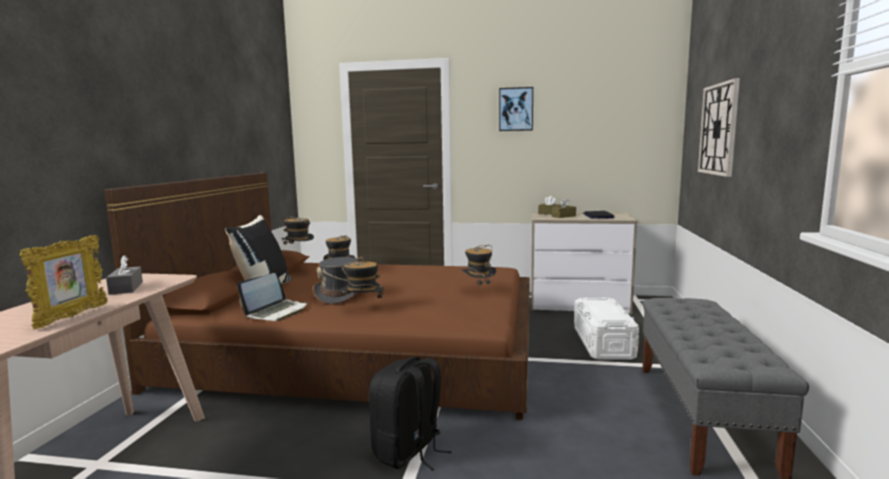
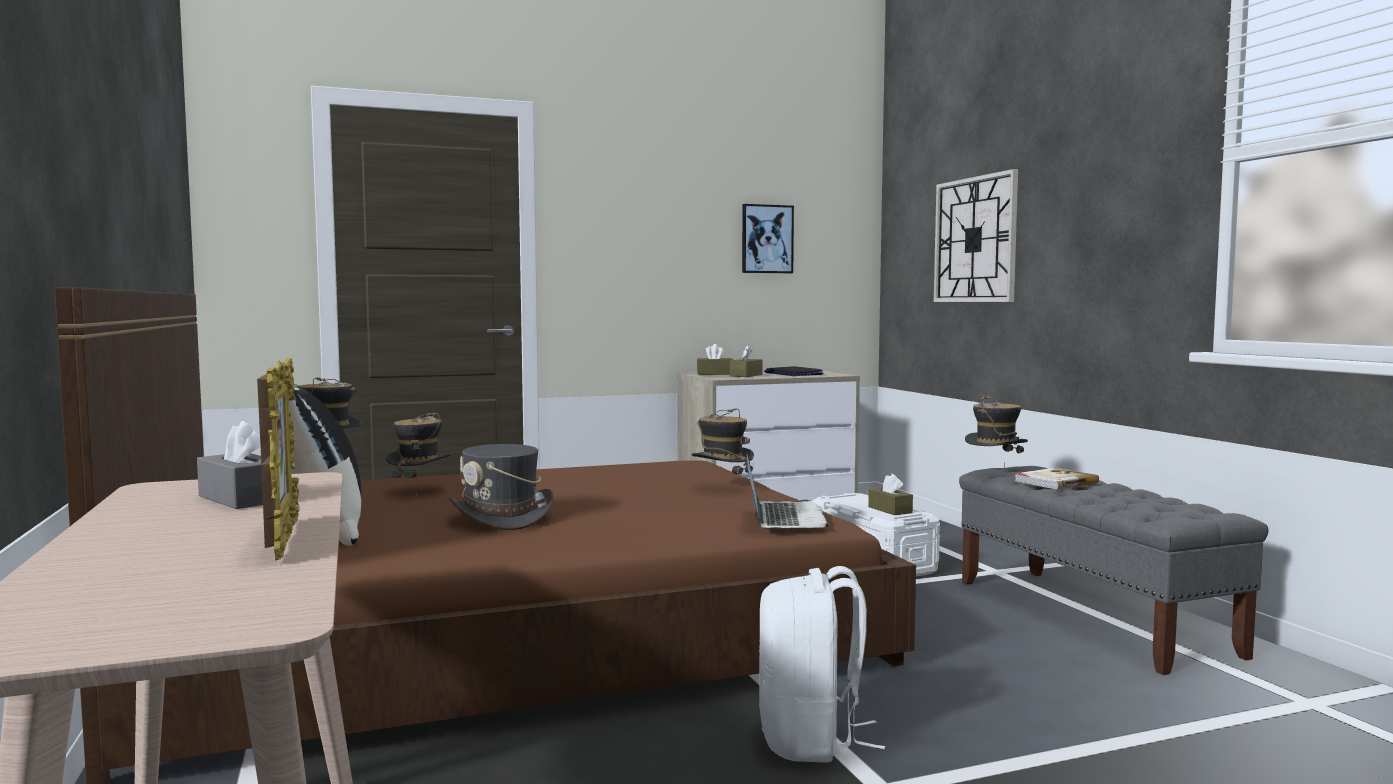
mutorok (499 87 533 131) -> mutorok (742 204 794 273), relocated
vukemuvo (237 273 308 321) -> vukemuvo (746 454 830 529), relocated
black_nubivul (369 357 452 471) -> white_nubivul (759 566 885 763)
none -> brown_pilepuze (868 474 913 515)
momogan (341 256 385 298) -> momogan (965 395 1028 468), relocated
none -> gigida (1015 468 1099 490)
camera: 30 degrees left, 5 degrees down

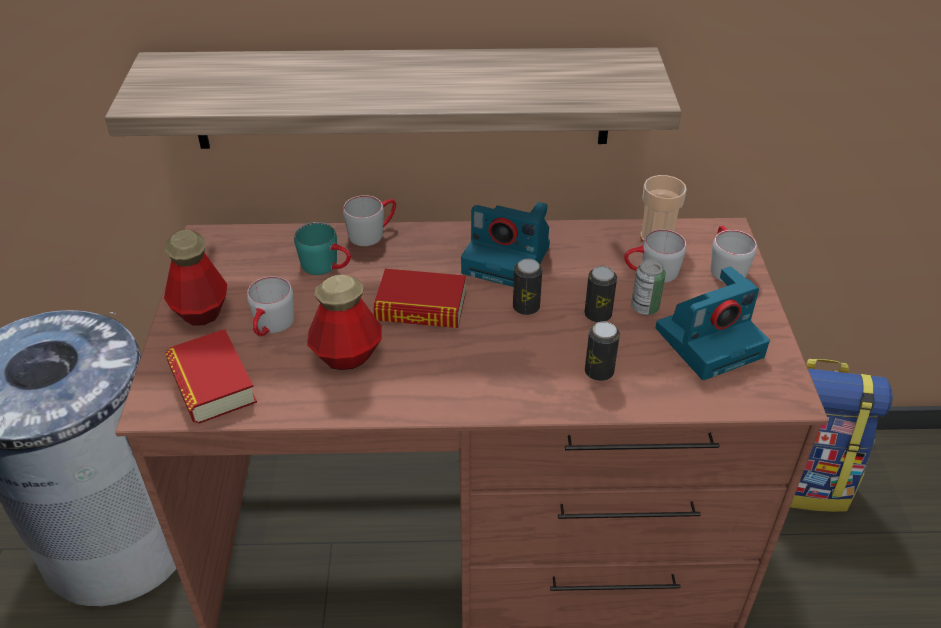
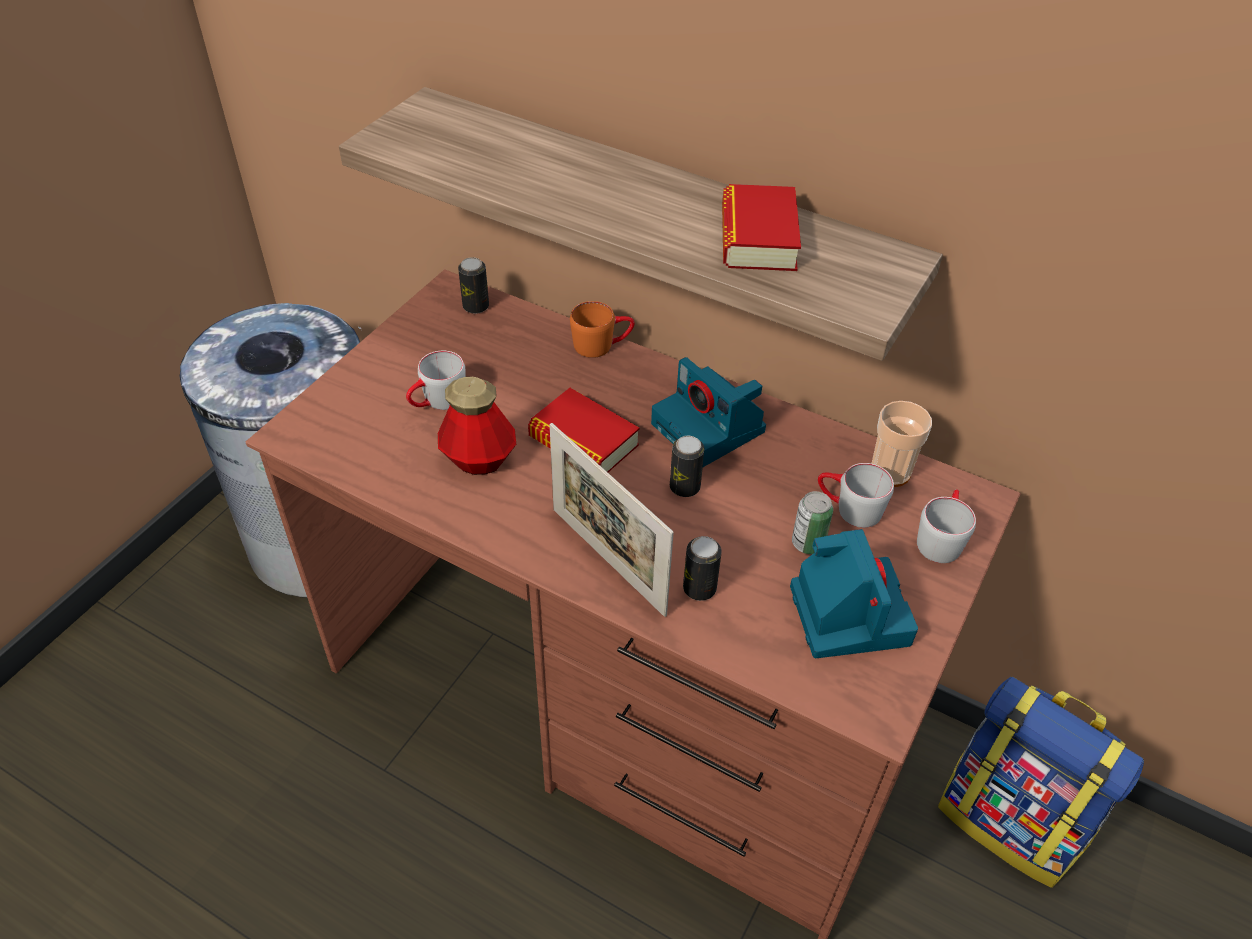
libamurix (584 266 617 323) -> libamurix (458 257 489 314), relocated
none -> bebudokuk (550 423 674 617)
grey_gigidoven (343 195 396 246) -> orange_gigidoven (570 301 635 358)
gigida (165 329 257 424) -> gigida (722 184 801 271), relocated
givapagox (656 267 770 380) -> givapagox (790 529 918 658), 105 degrees counterclockwise
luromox (164 230 227 326) -> none
turquoise_gigidoven (294 222 351 275) -> none
camera: 30 degrees right, 5 degrees up

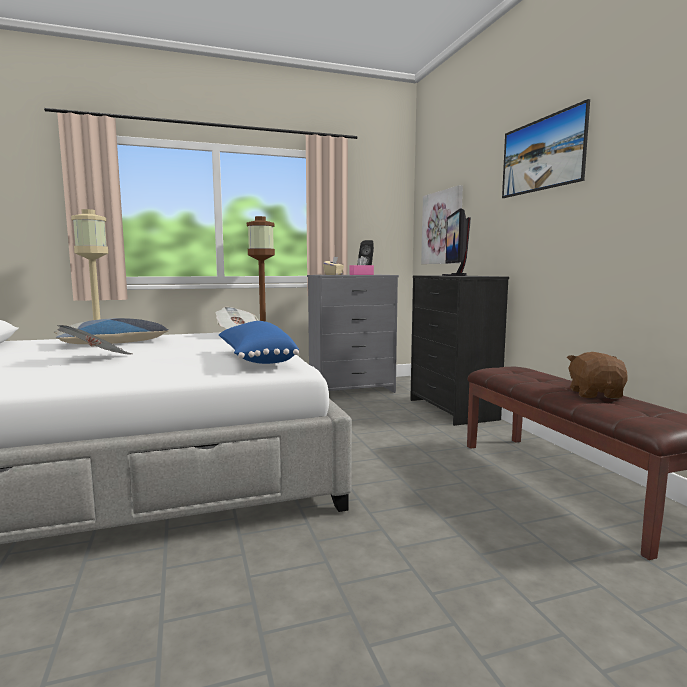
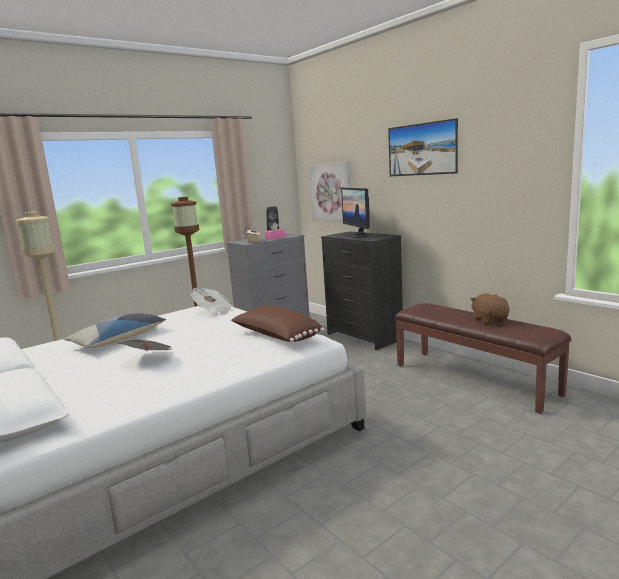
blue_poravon (219 321 299 364) -> brown_poravon (231 305 324 342)
camera: 20 degrees left, 5 degrees up

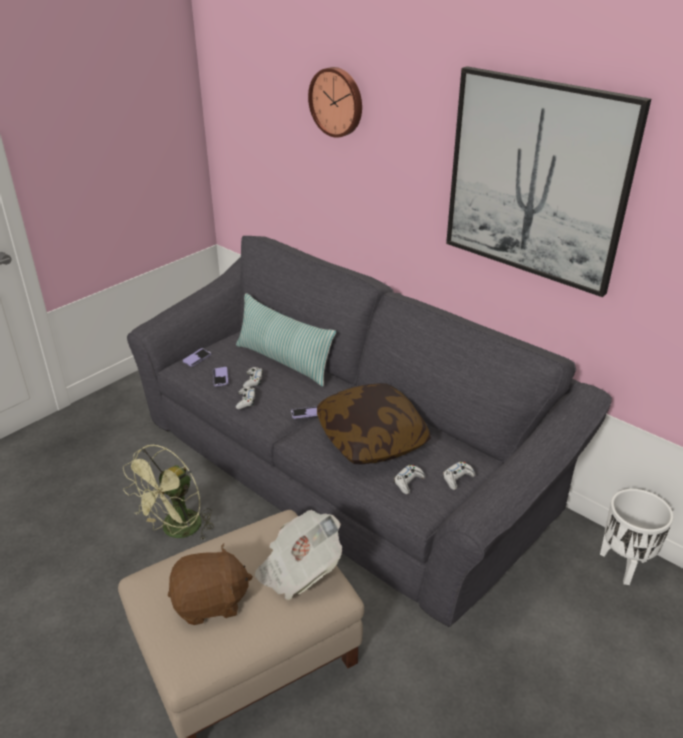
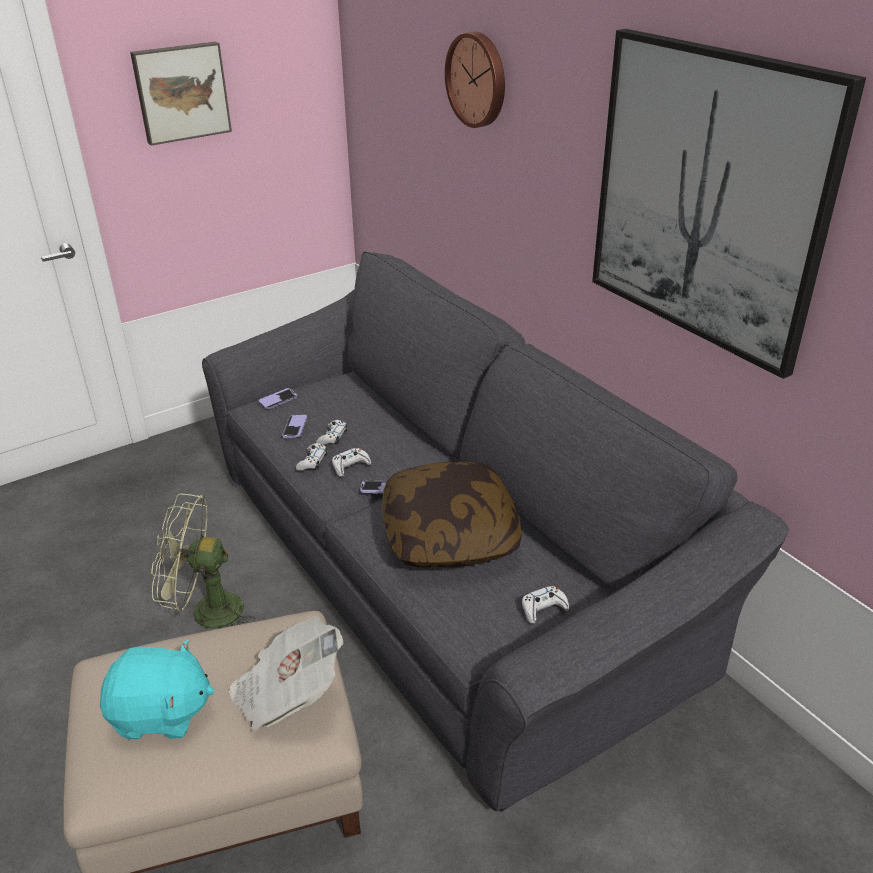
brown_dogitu (168 543 253 625) -> turquoise_dogitu (100 640 214 739)
none -> mutorok (130 42 232 146)
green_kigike (123 445 214 541) -> green_kigike (151 494 256 628), 45 degrees clockwise
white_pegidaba (394 465 425 494) -> white_pegidaba (332 448 371 477), relocated
poravon (236 293 336 387) -> none
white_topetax (600 489 674 585) -> none
camera: 15 degrees right, 0 degrees up

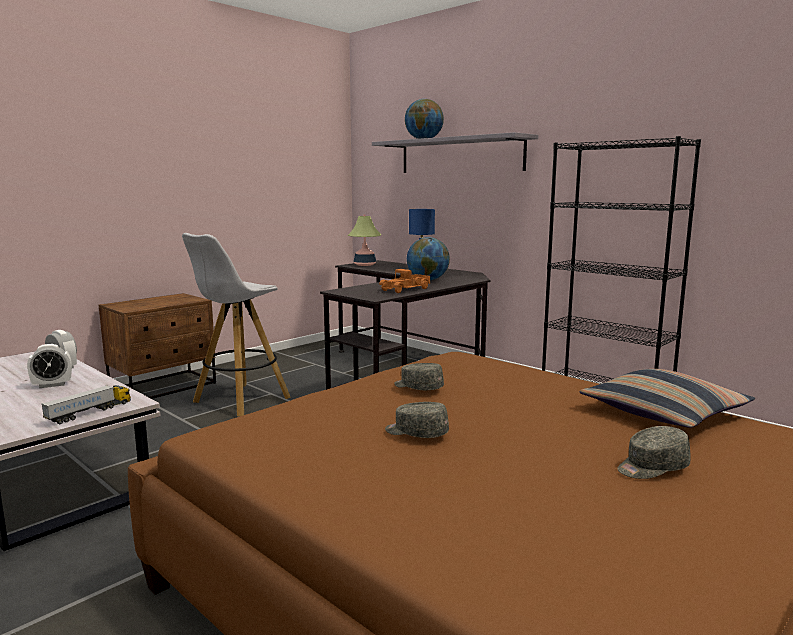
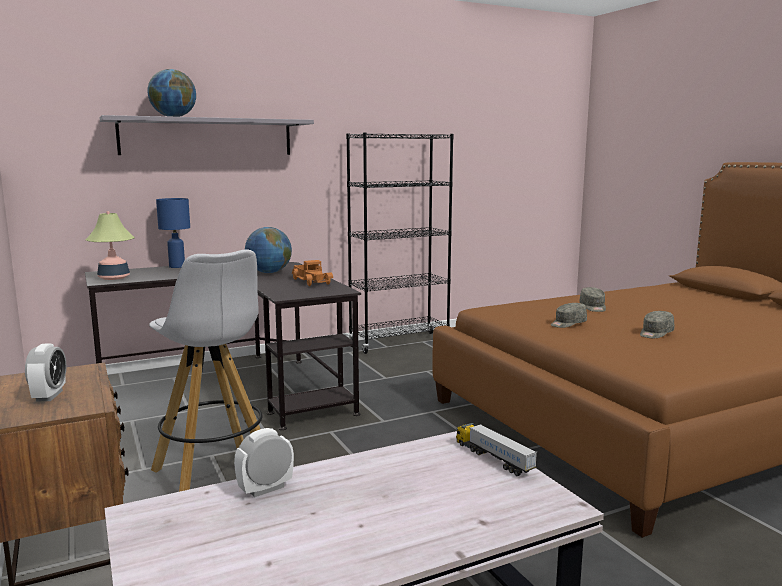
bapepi (27 344 72 388) -> bapepi (25 344 66 402), relocated
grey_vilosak (617 426 691 479) -> grey_vilosak (579 287 606 312), relocated
poravon (580 369 755 428) -> none
camera: 70 degrees left, 0 degrees up

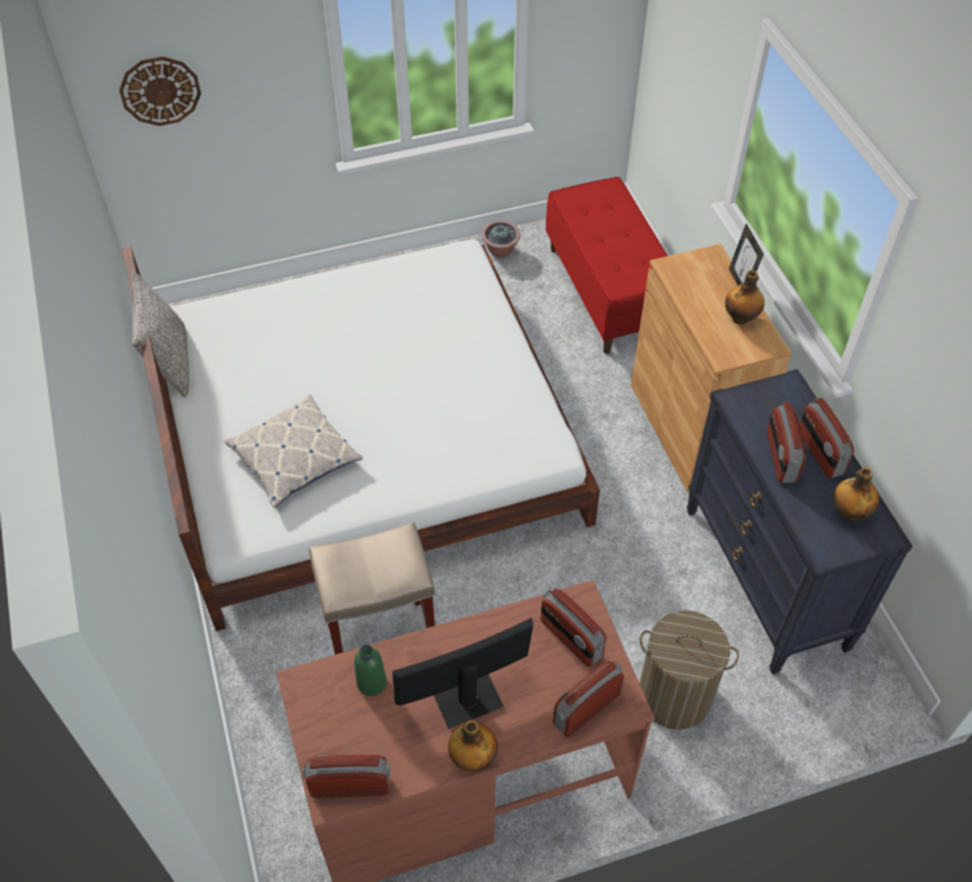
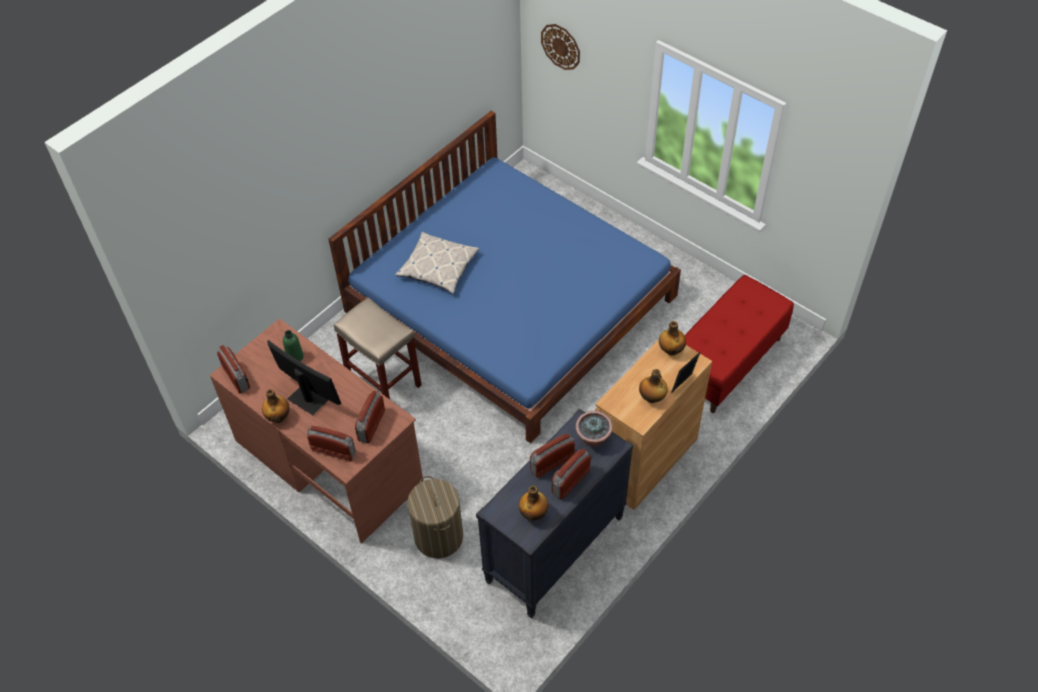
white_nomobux (122 239 600 631) -> blue_nomobux (328 111 681 443)
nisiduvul (482 221 520 258) -> nisiduvul (576 411 613 446), relocated
none -> luromox (659 321 686 356)
grey_poravon (131 270 189 397) -> none
camera: 60 degrees right, 0 degrees up

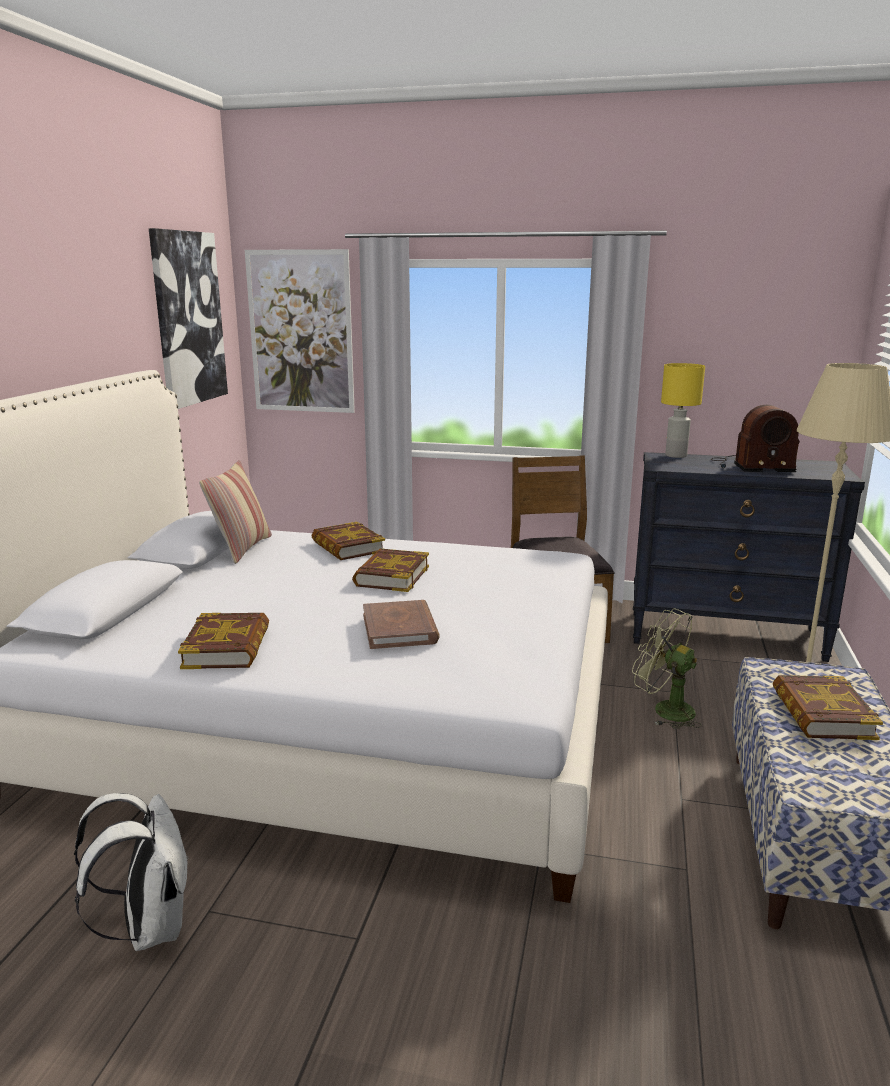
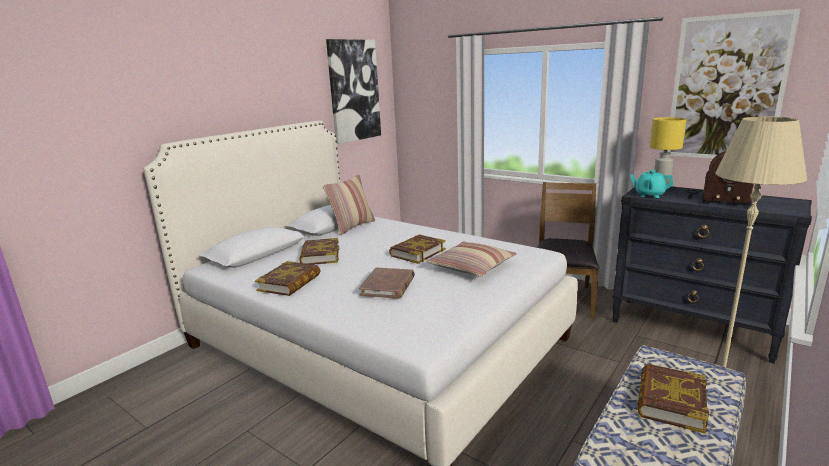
gigida (312 522 385 560) -> gigida (299 238 339 265), relocated
none -> poravon (426 241 517 277)
none -> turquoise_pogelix (630 170 674 198)
mutorok (245 249 355 413) -> mutorok (667 8 801 159), relocated
white_nubivul (74 793 188 951) -> none
green_kigike (632 609 702 729) -> none
camera: 25 degrees right, 0 degrees up

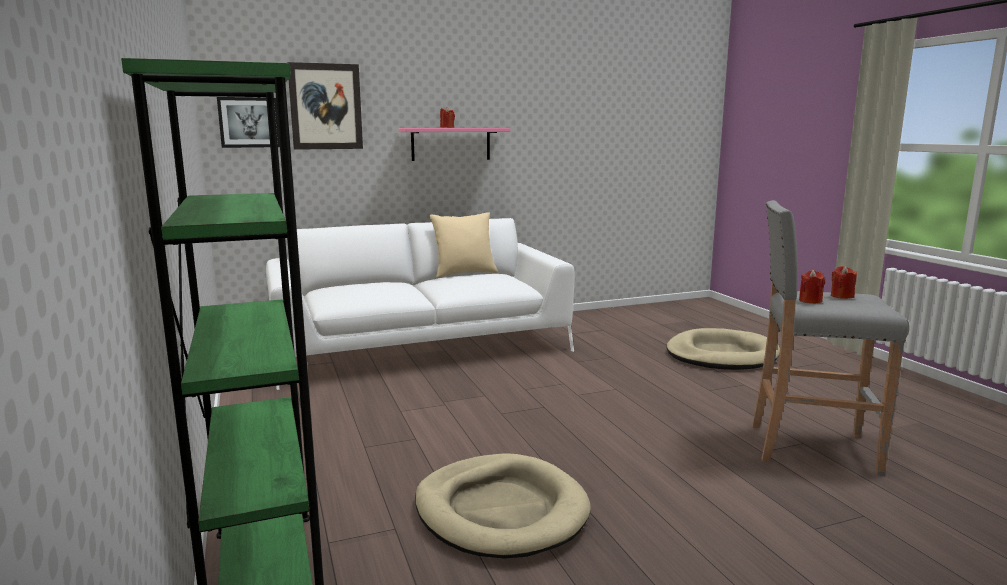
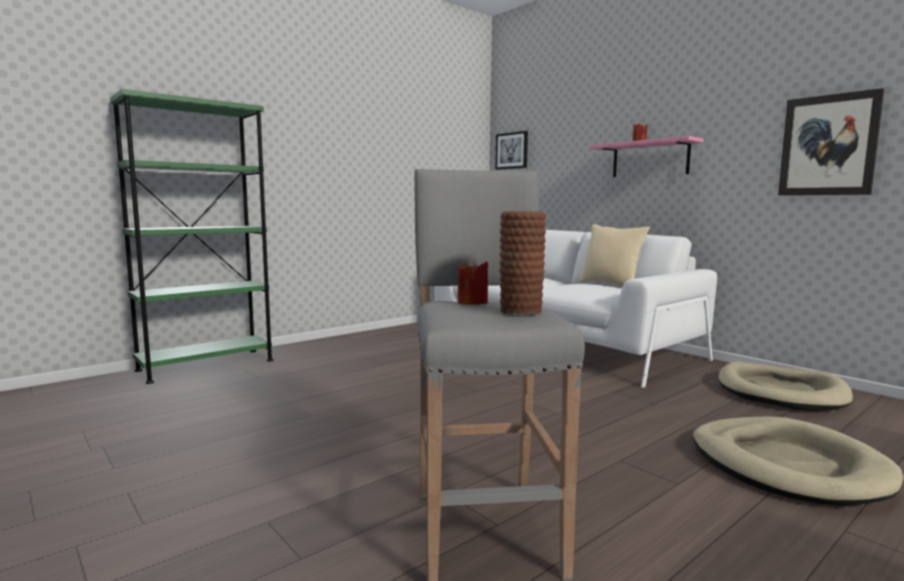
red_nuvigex (831 266 857 299) -> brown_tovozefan (499 211 546 316)
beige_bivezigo (415 453 591 559) -> beige_bivezigo (718 361 853 411), relocated
mutorok (287 62 363 150) -> mutorok (778 88 885 195), relocated
camera: 70 degrees right, 5 degrees down

